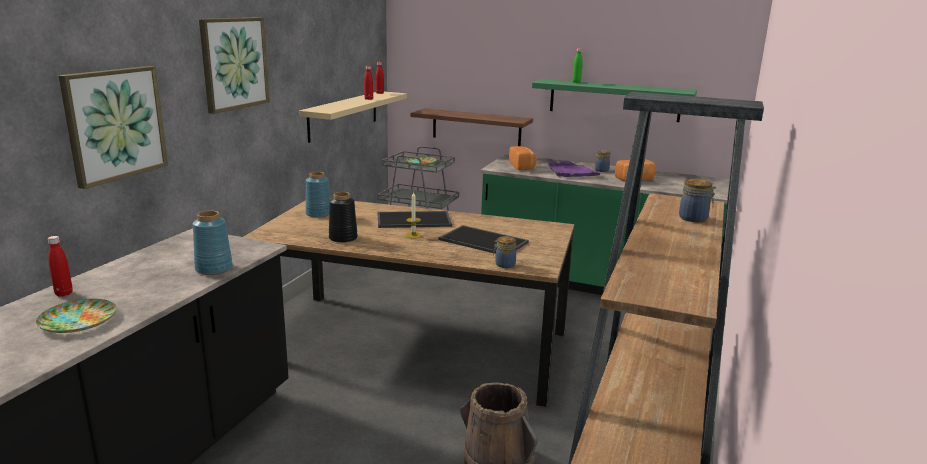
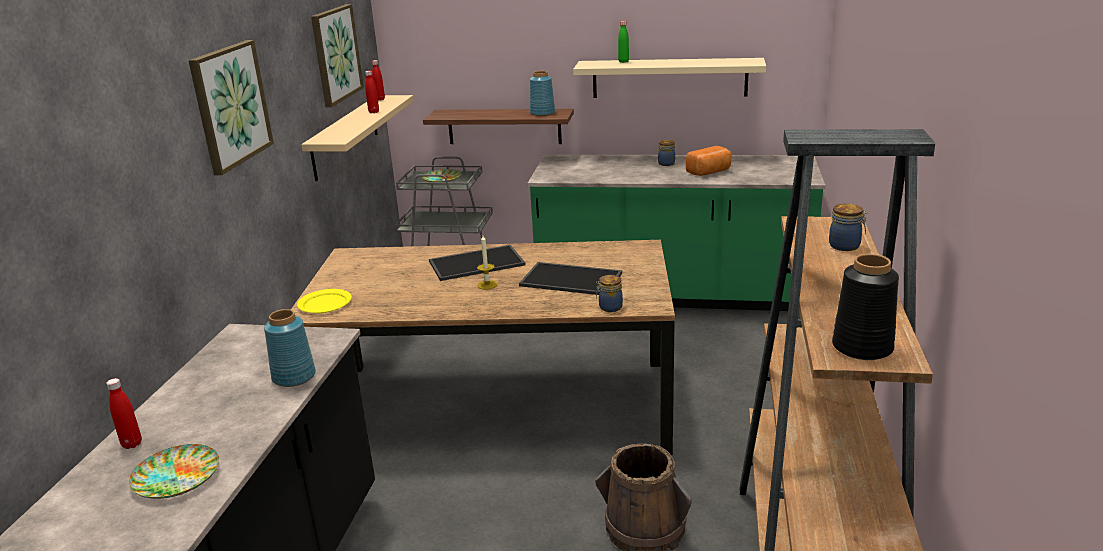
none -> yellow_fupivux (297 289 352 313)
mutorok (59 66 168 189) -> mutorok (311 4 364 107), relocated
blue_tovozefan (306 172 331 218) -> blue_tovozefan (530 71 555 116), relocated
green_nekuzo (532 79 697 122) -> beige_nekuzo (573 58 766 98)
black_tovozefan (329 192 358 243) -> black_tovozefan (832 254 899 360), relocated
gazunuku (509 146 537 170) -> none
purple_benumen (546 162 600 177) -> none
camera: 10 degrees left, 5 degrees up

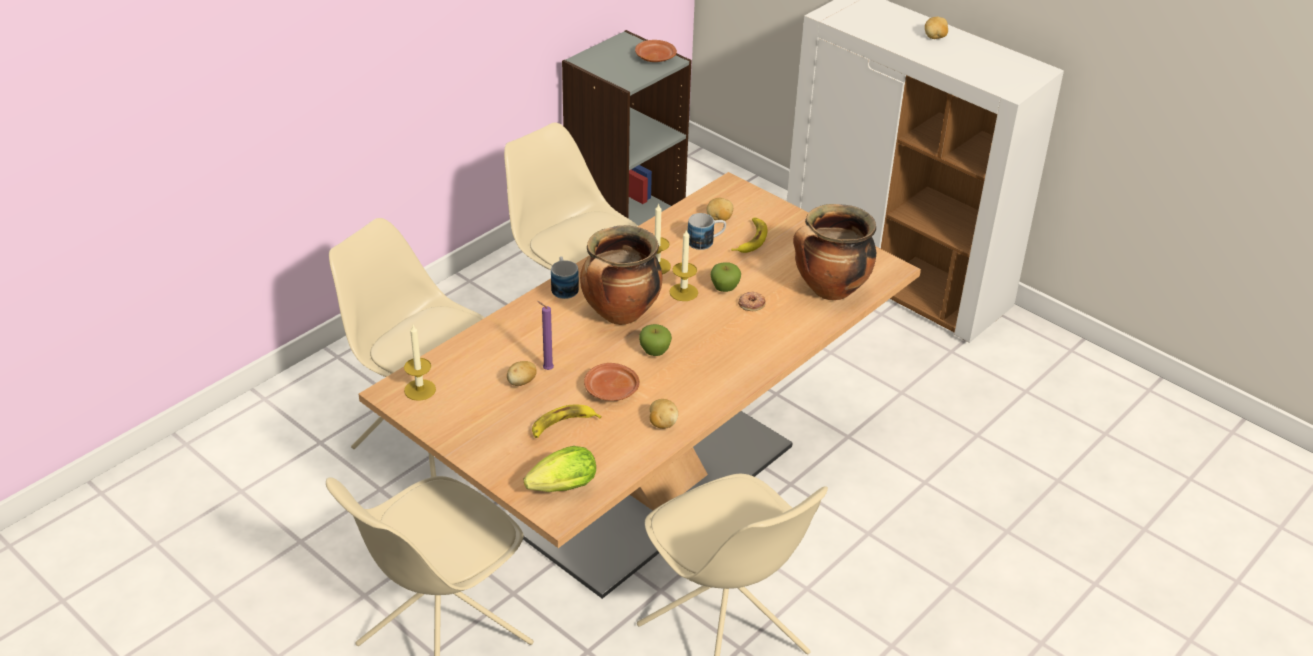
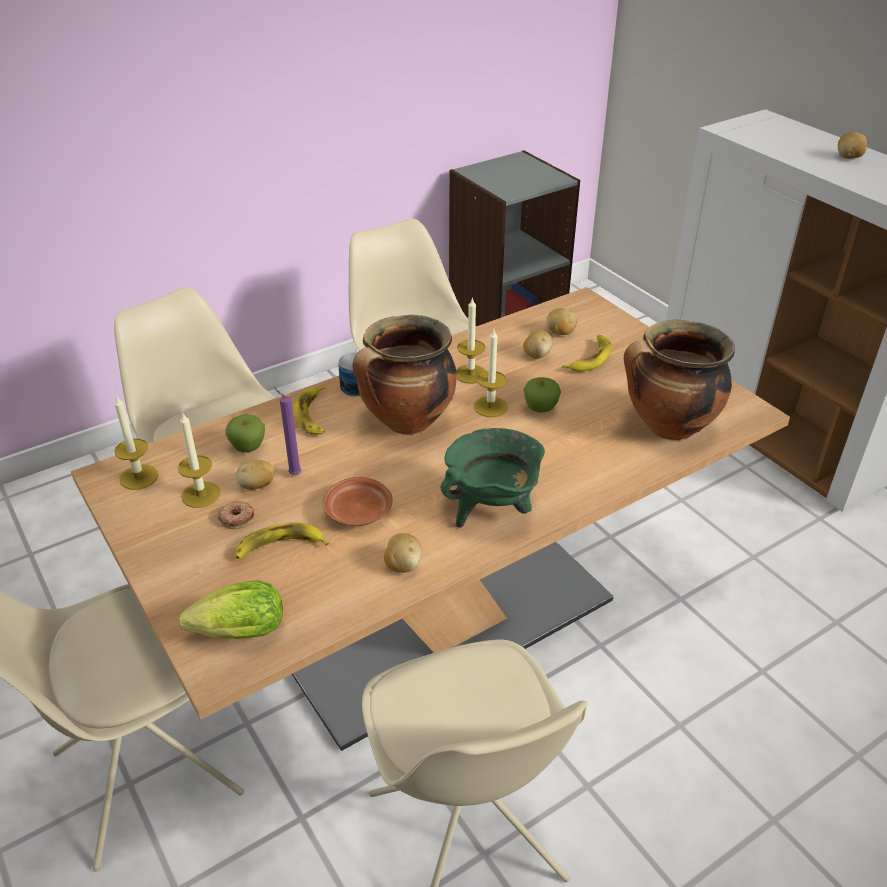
none -> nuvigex (178 412 221 508)
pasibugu (738 291 765 311) -> pasibugu (217 501 255 529), relocated
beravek (639 324 672 356) -> beravek (226 415 265 453), relocated
none -> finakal (294 386 325 434)
none -> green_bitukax (441 428 545 528)
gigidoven (688 213 726 250) -> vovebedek (523 330 553 358)
brown_fupivux (635 40 677 62) -> none
camera: 15 degrees right, 0 degrees up

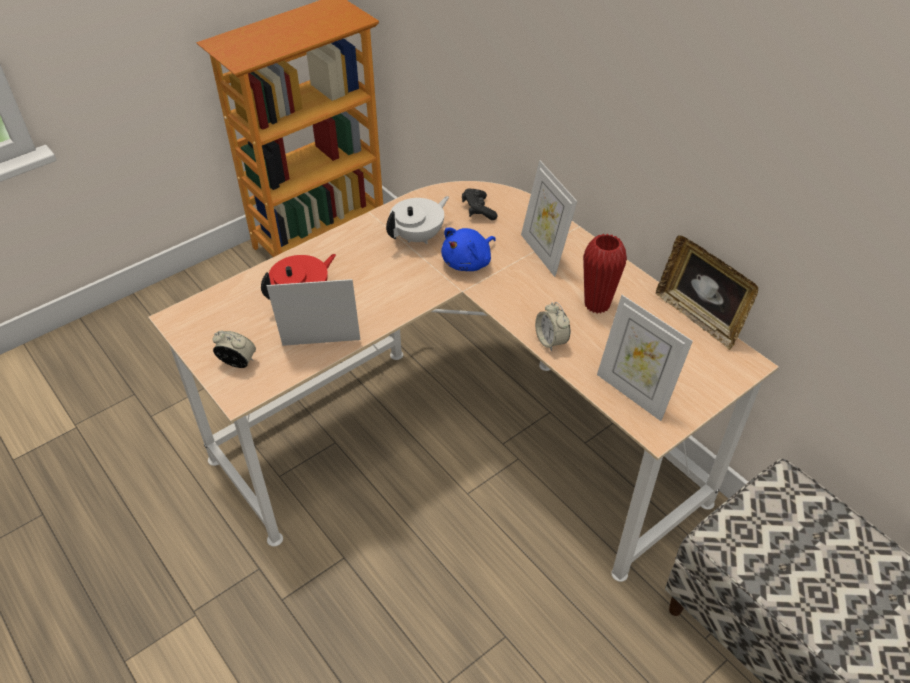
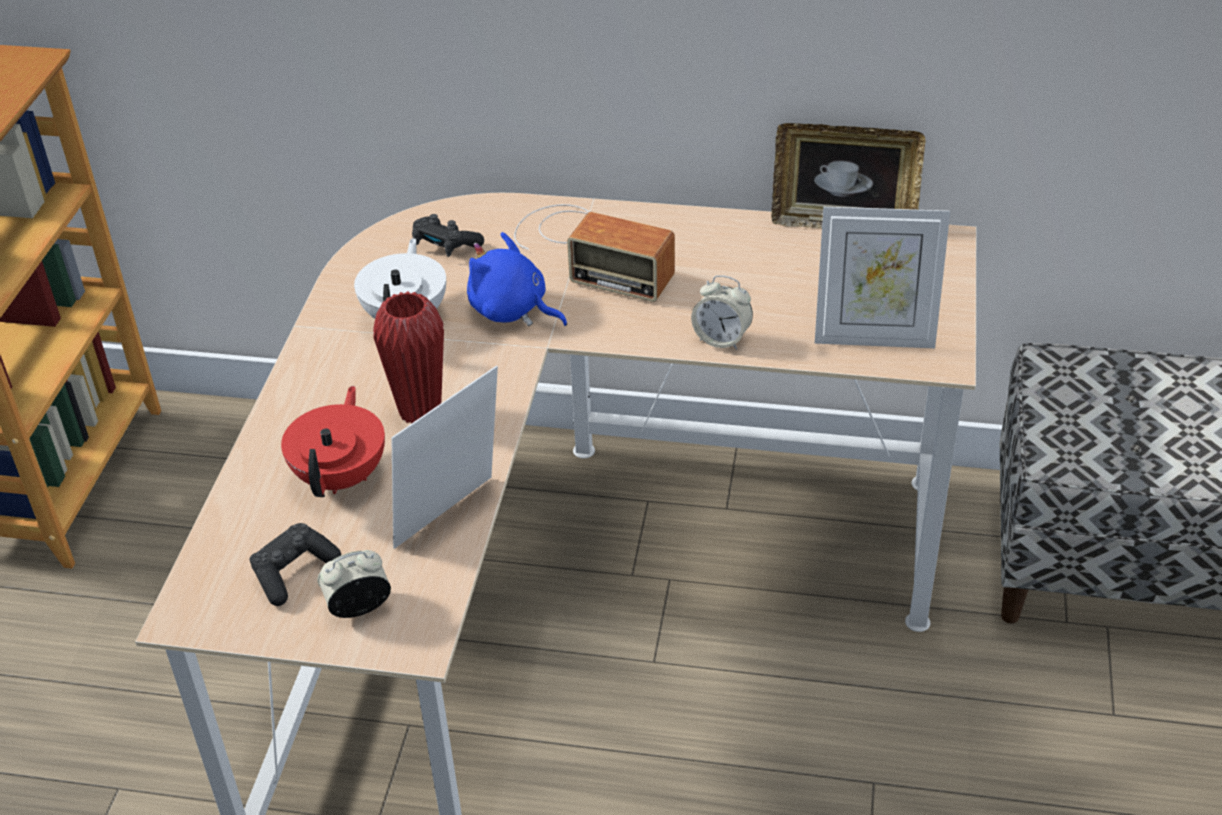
none -> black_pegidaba (250 523 341 606)
red_tovozefan (583 234 627 313) -> red_tovozefan (373 291 444 424), relocated
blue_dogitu (441 228 496 271) -> blue_dogitu (467 232 567 326), 120 degrees clockwise
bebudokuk (521 160 577 277) -> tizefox (514 204 675 302)
camera: 40 degrees left, 5 degrees down

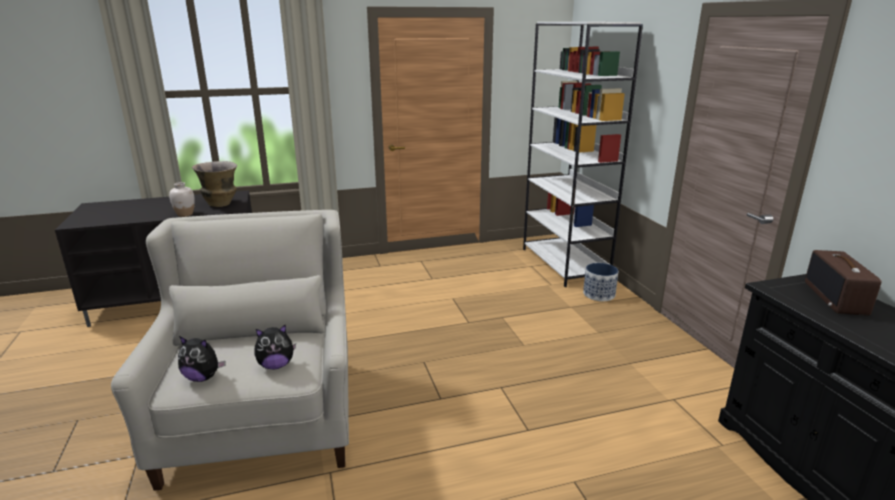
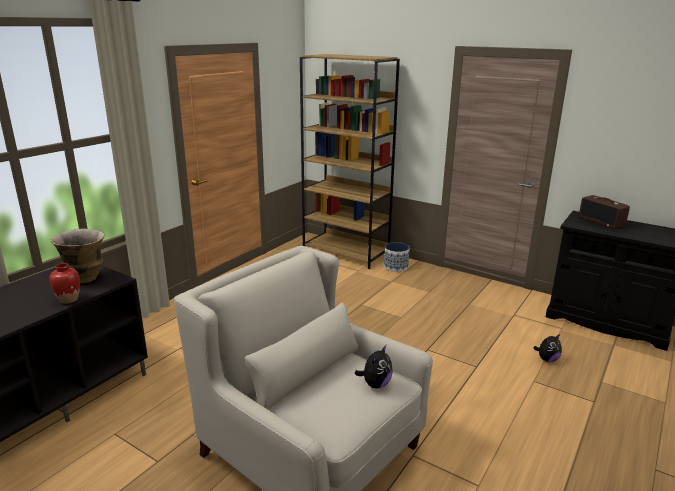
white_tovozefan (169 182 195 217) -> red_tovozefan (49 263 80 304)
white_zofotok (523 22 643 287) -> brown_zofotok (300 54 400 269)
dogitu (178 336 225 382) -> dogitu (534 334 562 362), relocated
camera: 40 degrees left, 0 degrees up

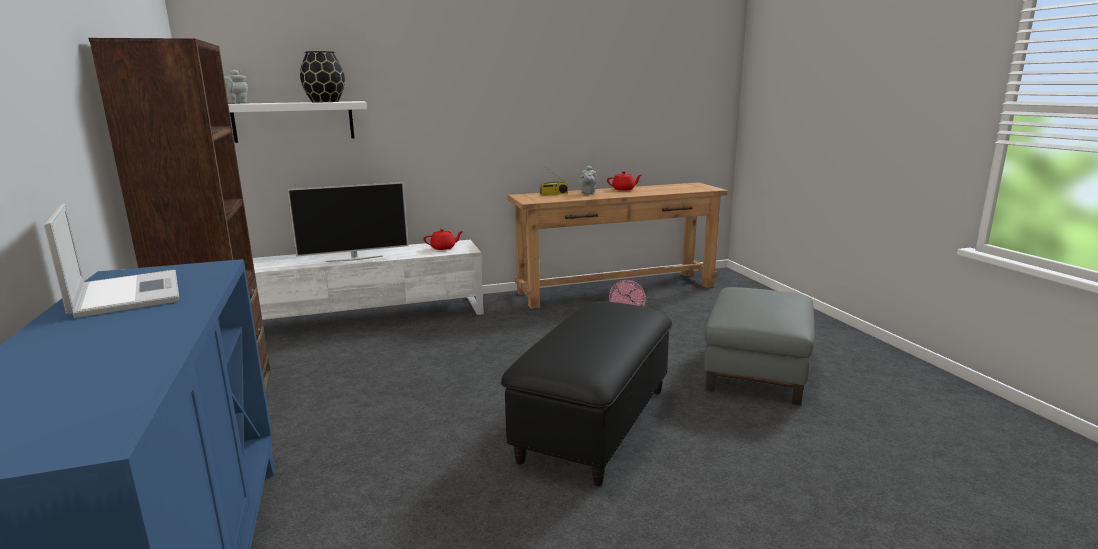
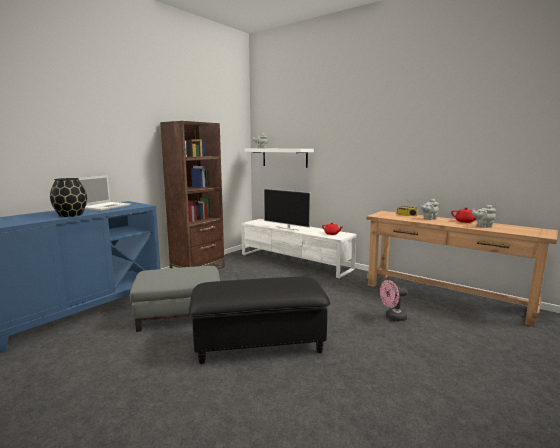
black_tovozefan (300 51 345 102) -> black_tovozefan (50 178 87 217), relocated
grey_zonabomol (704 287 815 406) -> grey_zonabomol (130 266 221 332), relocated
none -> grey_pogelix (472 205 496 228)
camera: 55 degrees right, 5 degrees down

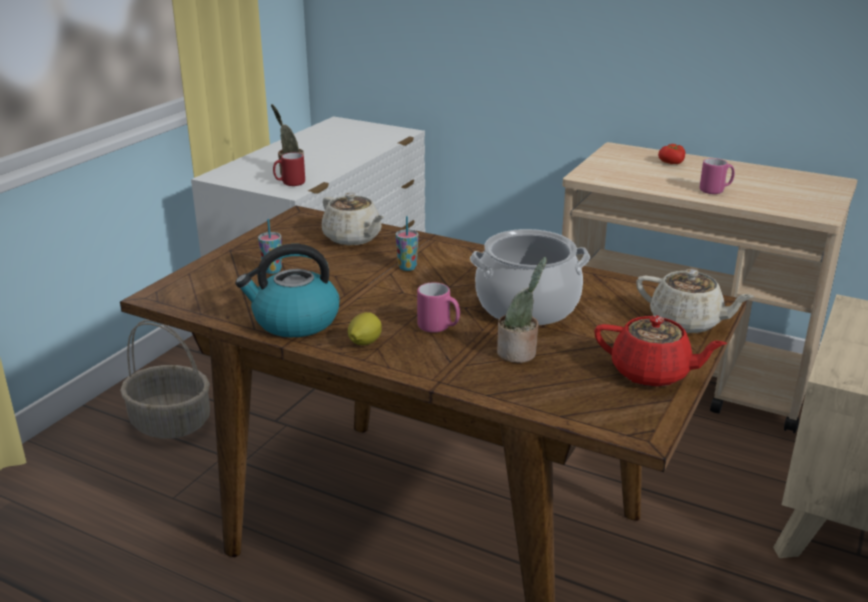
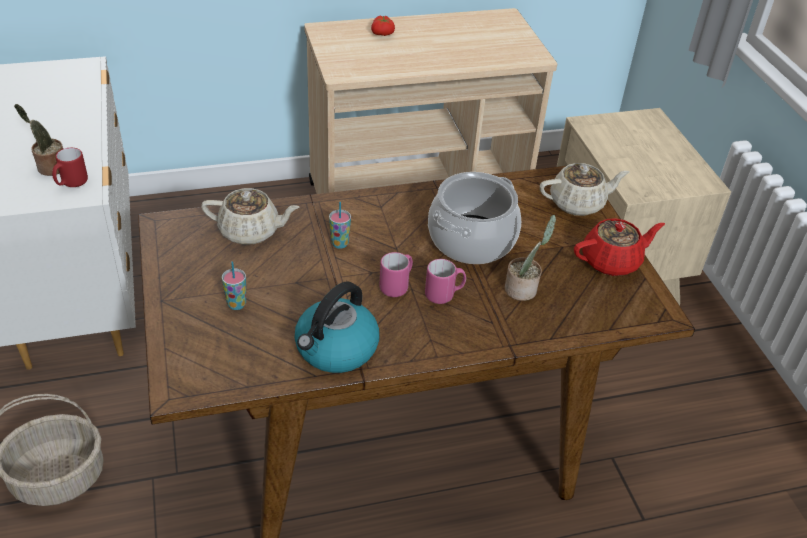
pink_gigidoven (700 158 735 194) -> pink_gigidoven (379 252 413 297), relocated
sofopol (348 312 382 345) -> none
camera: 45 degrees left, 15 degrees up

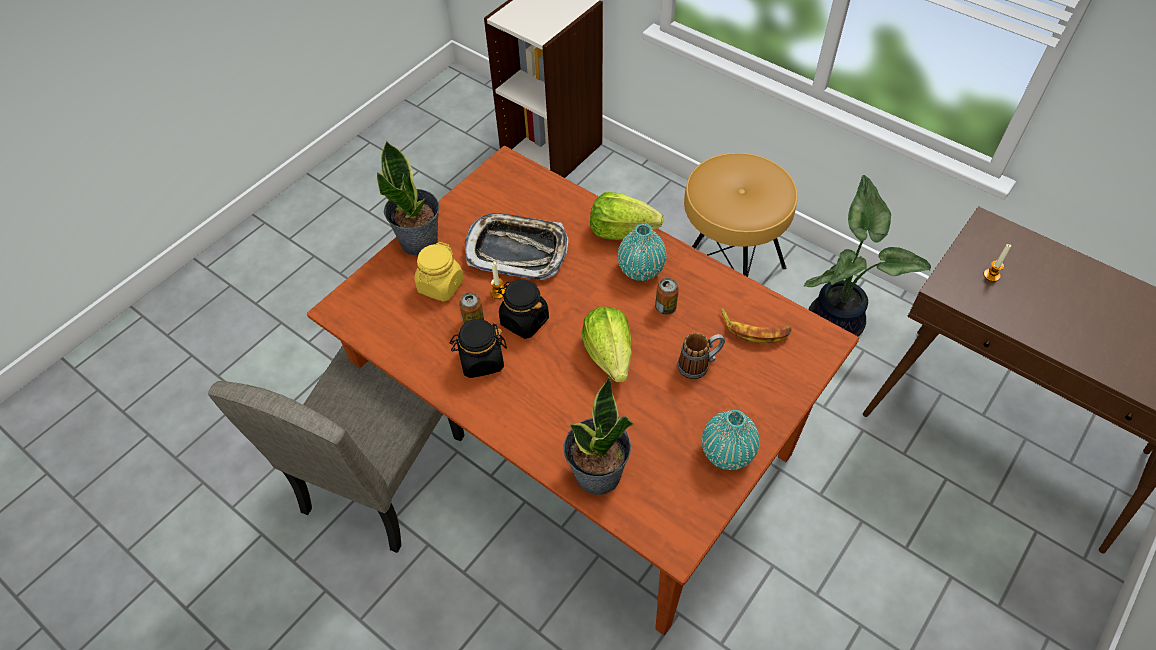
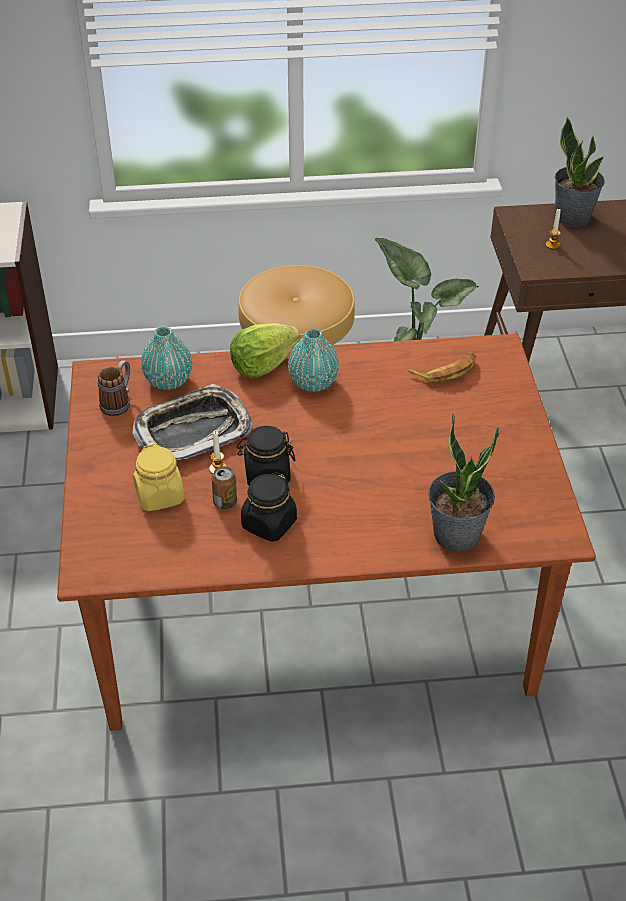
gigidoven (678 333 725 379) -> gigidoven (98 360 130 416), relocated
turquoise_tovozefan (702 410 760 470) -> turquoise_tovozefan (141 326 192 390), relocated
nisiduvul (377 140 439 256) -> nisiduvul (555 117 605 227), relocated
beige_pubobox (208 345 464 553) -> none
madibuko (582 307 632 383) -> none
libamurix (655 278 679 315) -> none
camera: 45 degrees left, 10 degrees down

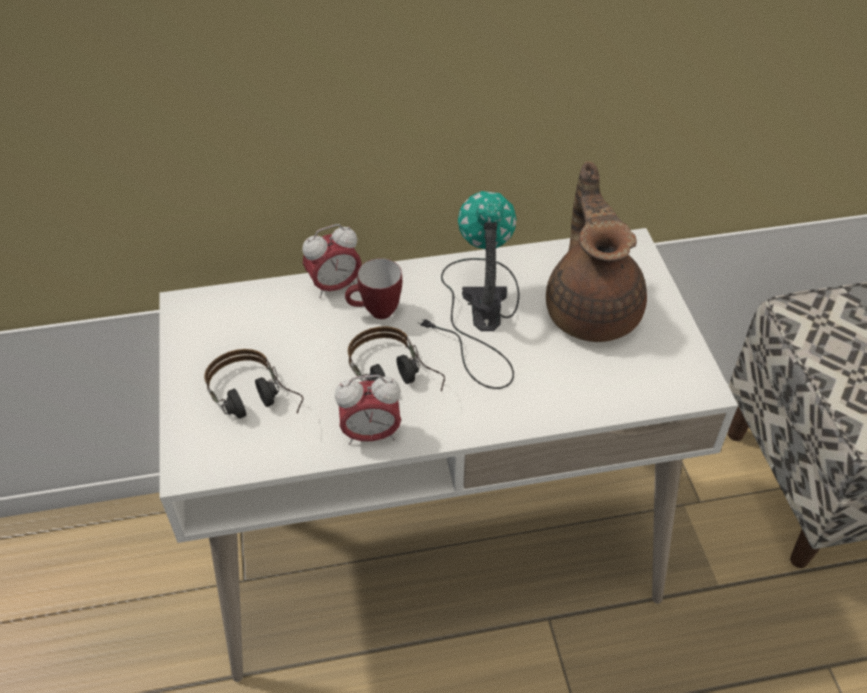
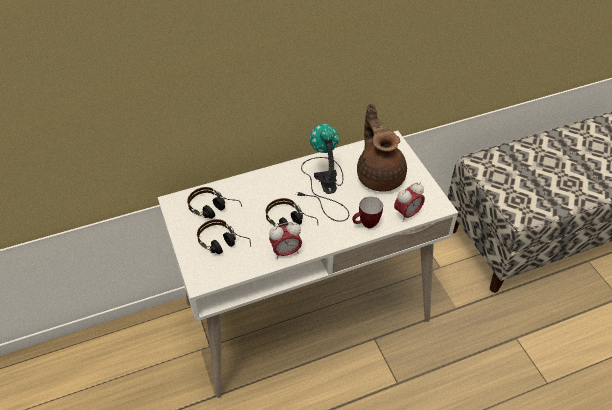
none -> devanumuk (187 187 242 219)
gigidoven (345 258 402 319) -> gigidoven (352 197 383 228), relocated
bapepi (302 224 362 298) -> bapepi (394 182 425 222), relocated
camera: 10 degrees left, 0 degrees up

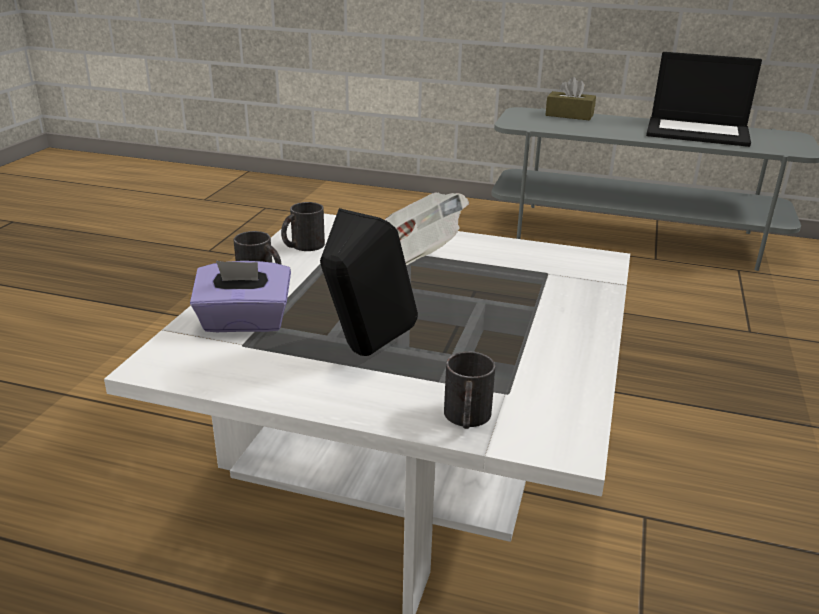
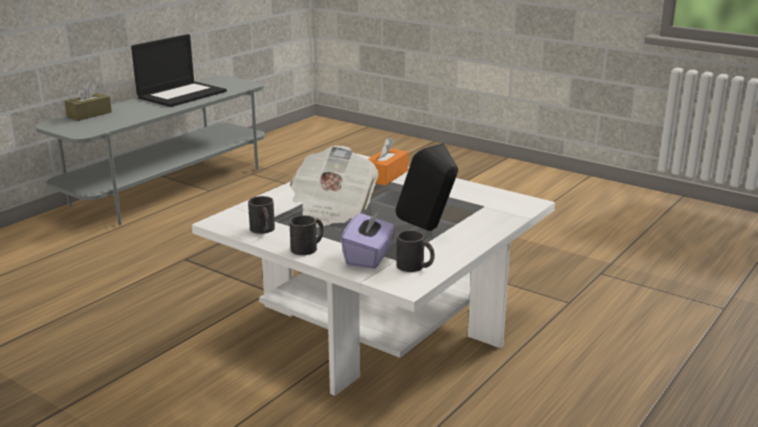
none -> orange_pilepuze (369 137 409 185)
black_gigidoven (444 351 495 429) -> black_gigidoven (396 230 435 272), relocated
camera: 70 degrees left, 5 degrees down

